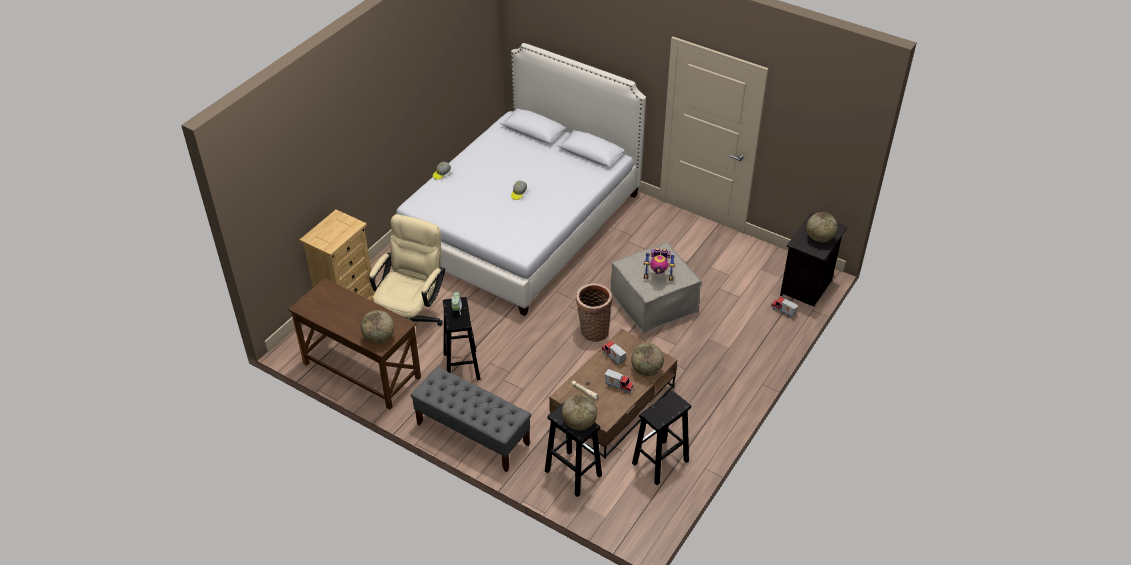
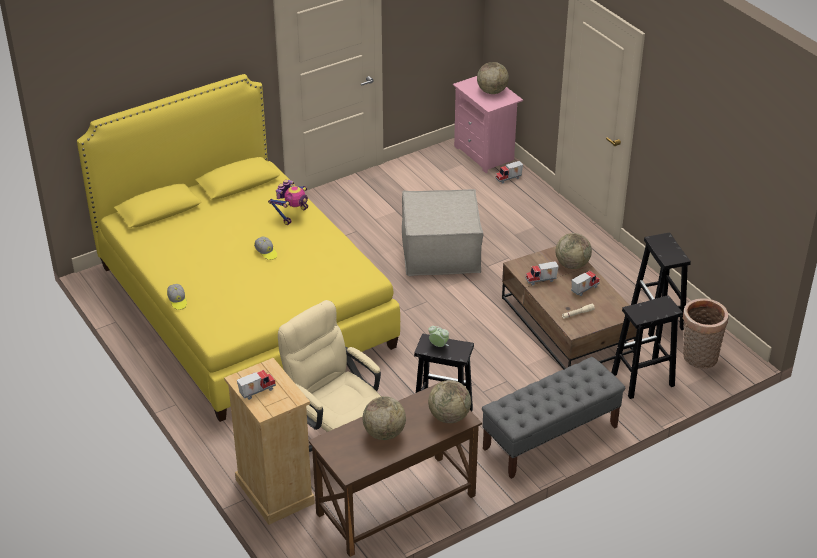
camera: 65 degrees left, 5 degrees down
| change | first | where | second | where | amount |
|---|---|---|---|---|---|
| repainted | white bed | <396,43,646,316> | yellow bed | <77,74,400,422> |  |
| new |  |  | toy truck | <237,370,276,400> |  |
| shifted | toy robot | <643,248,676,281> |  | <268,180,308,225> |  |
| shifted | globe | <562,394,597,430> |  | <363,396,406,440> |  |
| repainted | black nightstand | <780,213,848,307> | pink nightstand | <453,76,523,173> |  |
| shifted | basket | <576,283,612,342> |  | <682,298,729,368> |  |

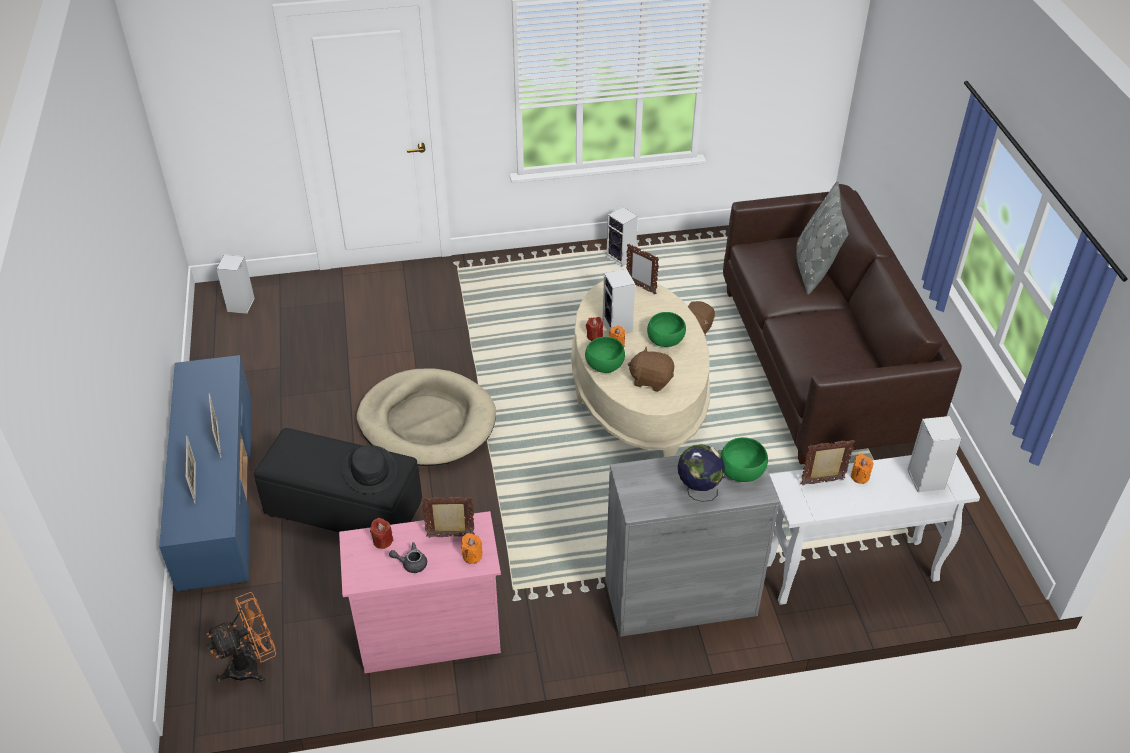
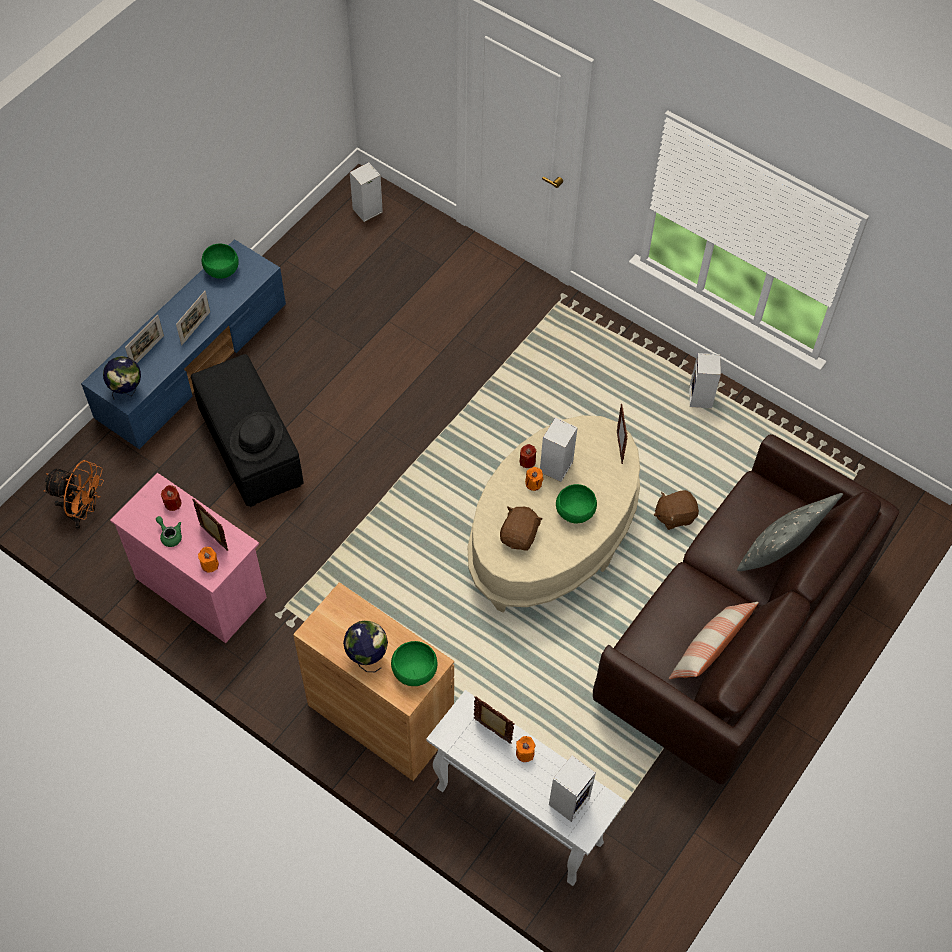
camera: 45 degrees right, 15 degrees up
| change | first | where | second | where | amount |
|---|---|---|---|---|---|
| new |  |  | globe | <103,356,141,399> |  |
| repainted | grey teapot | <389,542,427,573> | green teapot | <156,516,182,547> |  |
| shifted | green bowl | <585,337,625,373> |  | <202,244,239,279> |  |
| repainted | grey cabinet | <605,450,780,637> | brown cabinet | <293,582,454,781> |  |
| rotated | brown plush toy | <628,347,674,392> |  | <500,506,543,550> | 45 degrees clockwise |
| new |  |  | pillow | <669,602,759,679> |  |
| gone | beige dog bed | <357,368,496,466> |  |  |  |

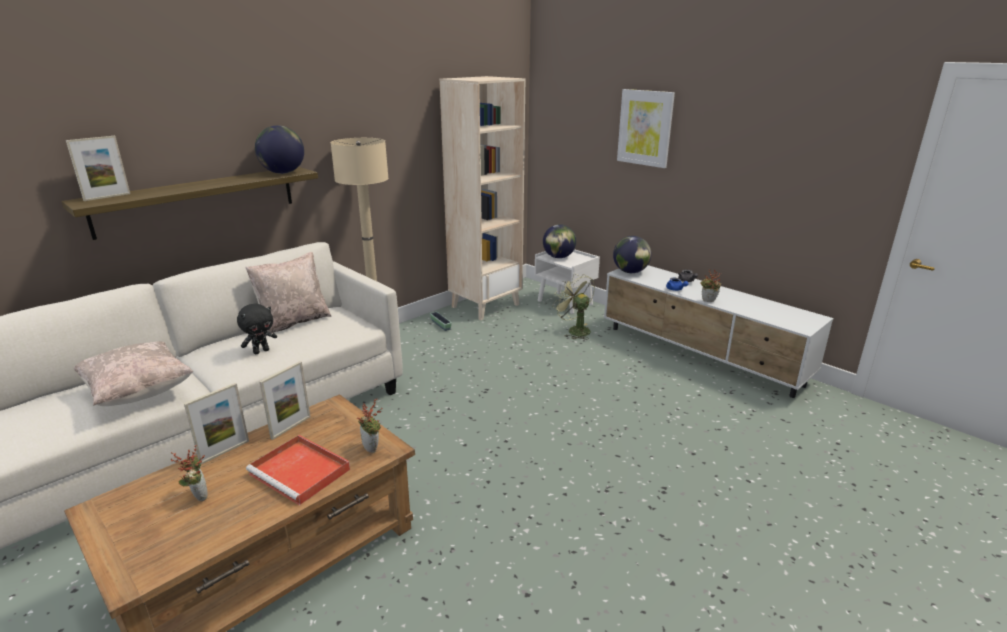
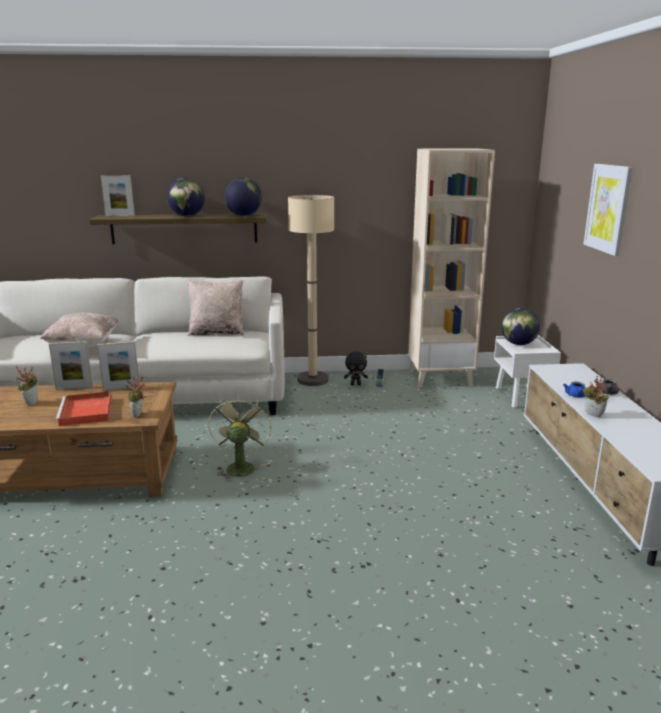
camera: 40 degrees right, 5 degrees down
| change | first | where | second | where | amount |
|---|---|---|---|---|---|
| shifted | globe | <613,236,651,273> |  | <167,178,205,216> |  |
| shifted | green fan | <552,274,595,340> |  | <208,395,272,481> |  |
| shifted | black plush toy | <237,304,277,354> |  | <344,352,368,385> |  |

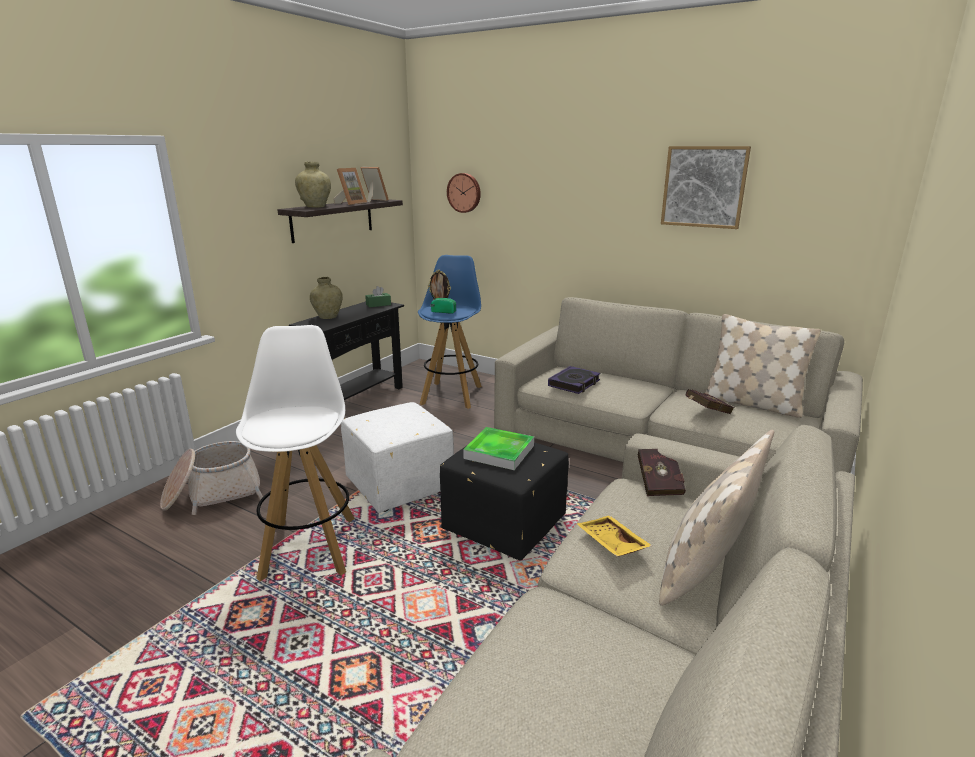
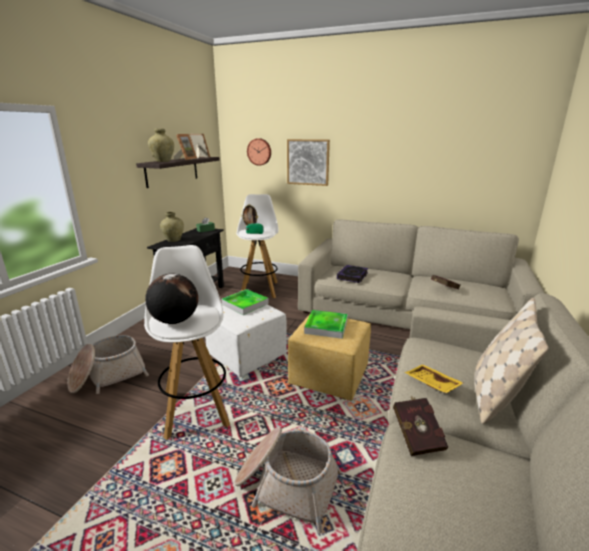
camera: 10 degrees left, 0 degrees up
| change | first | where | second | where | amount |
|---|---|---|---|---|---|
| new |  |  | globe | <145,273,198,324> |  |
| new |  |  | tray | <221,289,269,315> |  |
| new |  |  | basket | <234,427,341,534> |  |
| repainted | blue stool | <418,255,482,409> | white stool | <236,194,279,298> |  |
| shifted | picture | <661,146,751,229> |  | <287,139,330,186> |  |
| repainted | black ottoman | <440,442,569,561> | yellow ottoman | <288,313,371,401> |  |
| shifted | red book | <638,449,686,496> |  | <393,395,448,456> |  |
| gone | beige pillow | <705,314,821,418> |  |  |  |

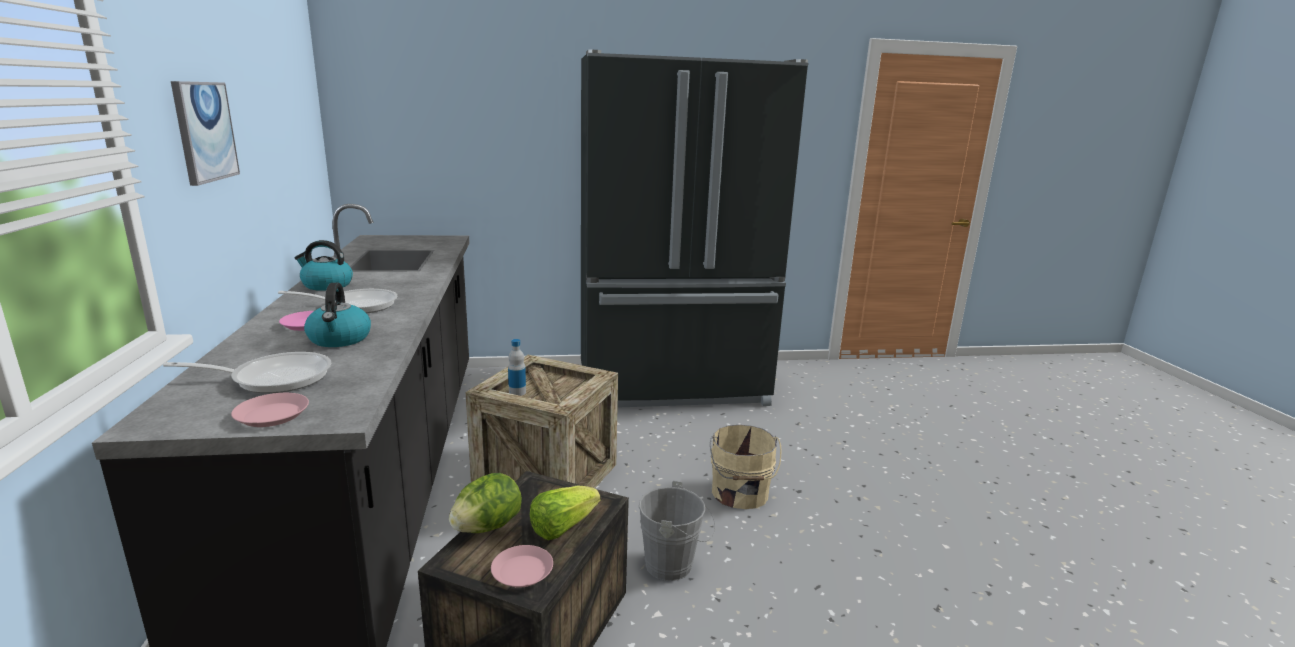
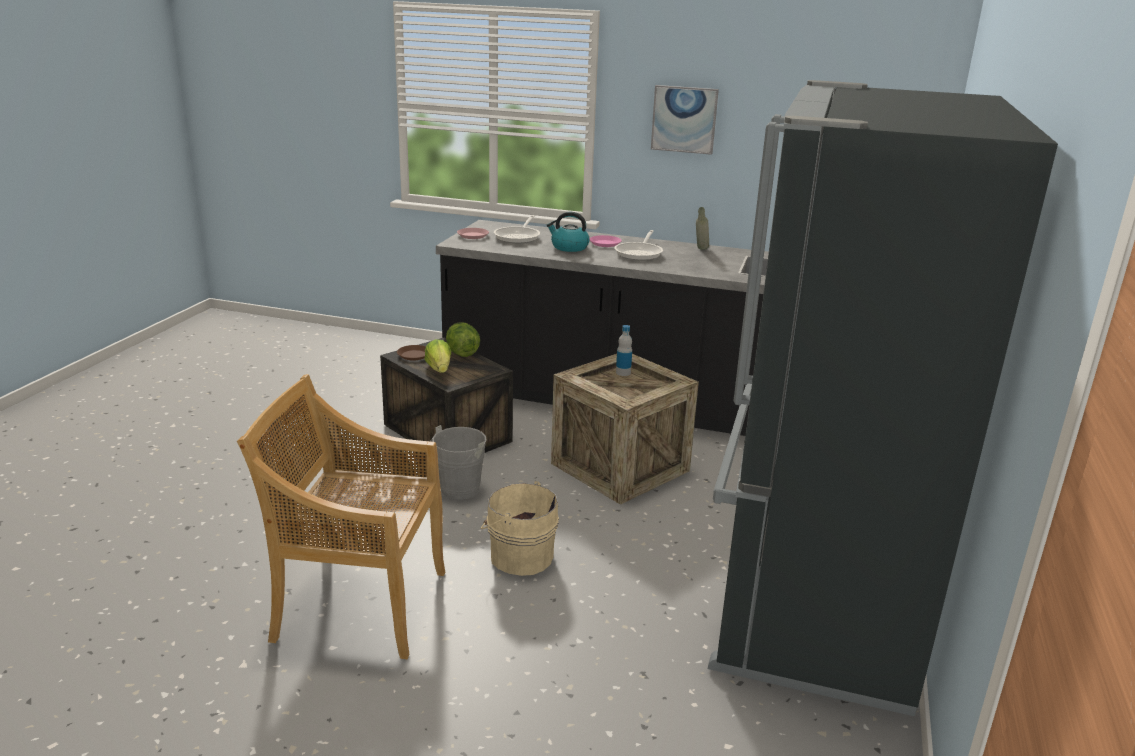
camera: 115 degrees right, 5 degrees up
| change | first | where | second | where | amount |
|---|---|---|---|---|---|
| new |  |  | beige chair | <237,374,445,659> |  |
| repainted | pink plate | <491,545,553,588> | brown plate | <397,345,426,360> |  |
| swapped | kettle | <295,240,353,291> | grey bottle | <696,207,709,250> |  |

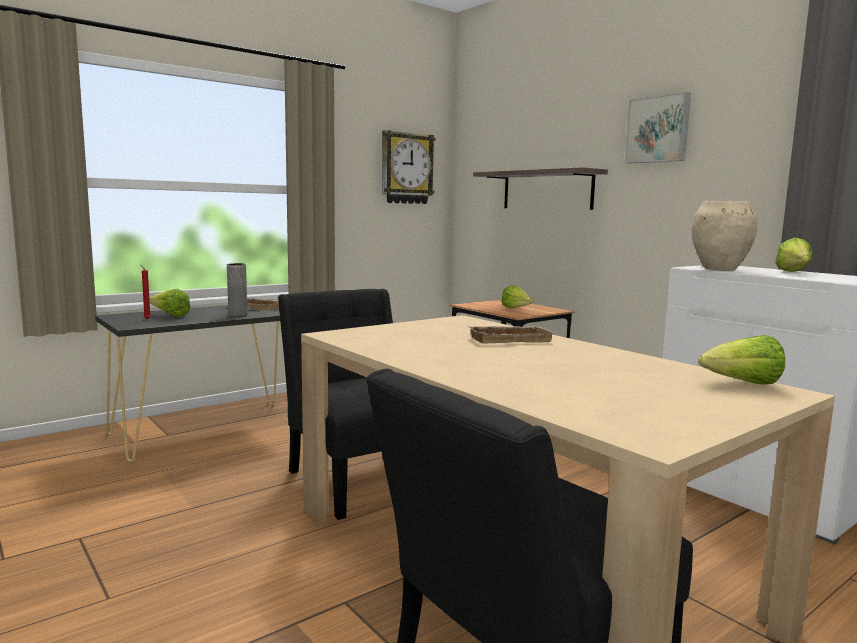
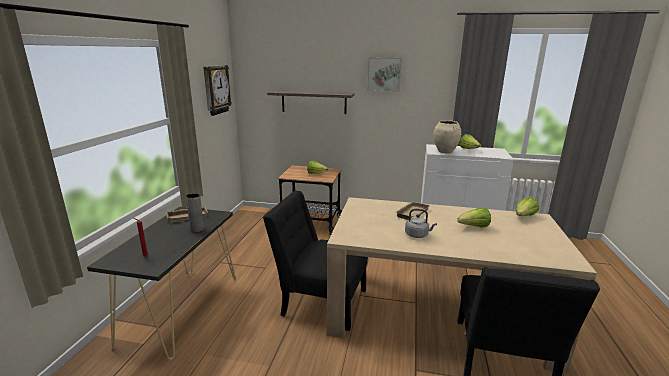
camera: 40 degrees left, 10 degrees up
| change | first | where | second | where | amount |
|---|---|---|---|---|---|
| new |  |  | grey kettle | <405,209,437,238> |  |
| shifted | lettuce | <149,289,190,317> |  | <457,208,491,228> |  |

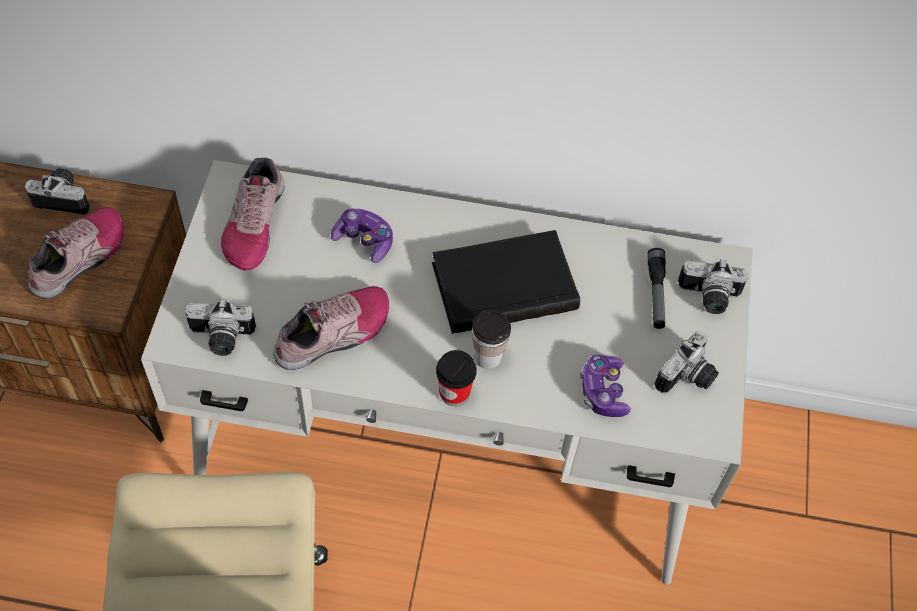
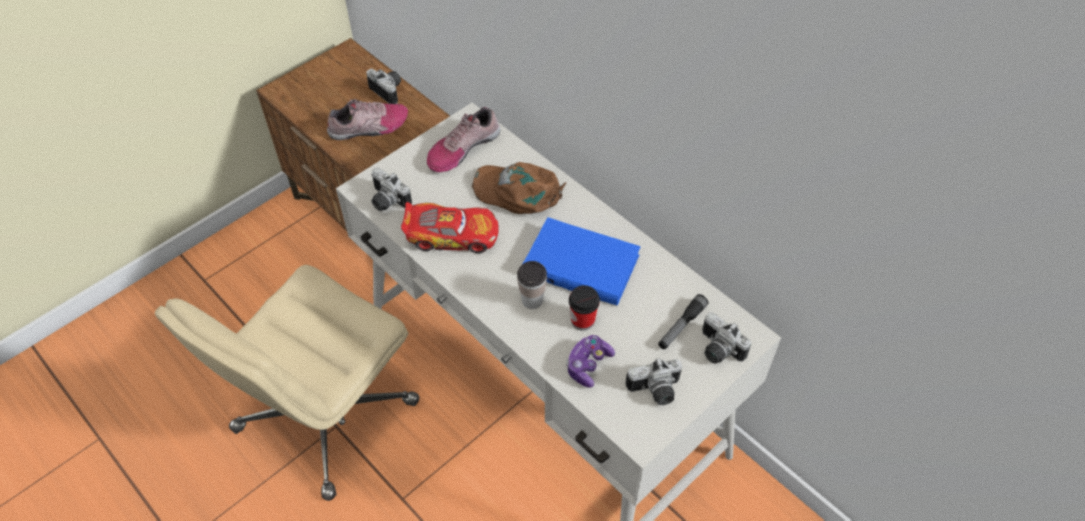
camera: 40 degrees right, 5 degrees down
| change | first | where | second | where | amount |
|---|---|---|---|---|---|
| swapped | shoe | <273,286,389,370> | toy car | <401,202,499,253> |  |
| swapped | game controller | <331,208,393,263> | brown cap | <472,162,566,214> |  |
| repainted | black book | <432,230,580,334> | blue book | <523,217,641,306> |  |
| shifted | cup | <436,350,477,406> |  | <569,285,600,331> |  |

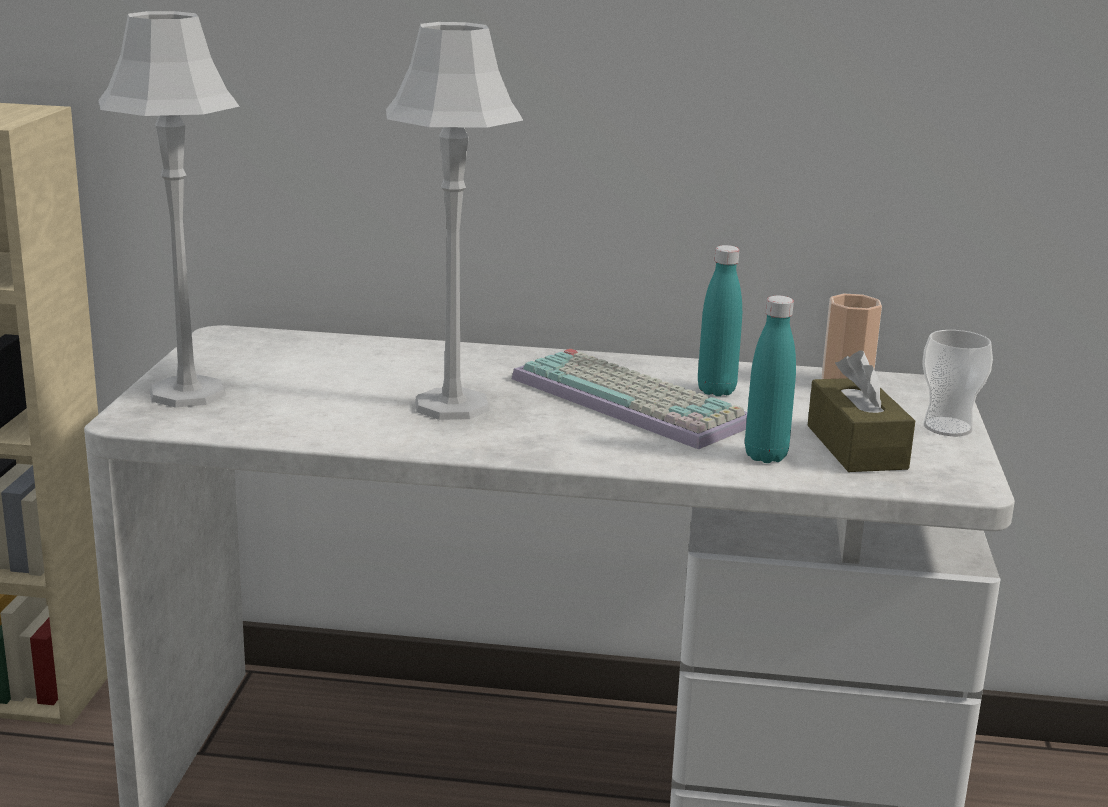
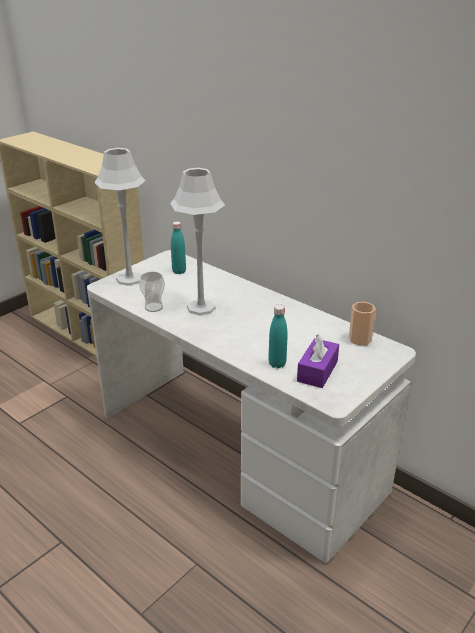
camera: 35 degrees right, 10 degrees up
| change | first | where | second | where | amount |
|---|---|---|---|---|---|
| shifted | cup | <922,330,993,436> |  | <139,272,165,312> |  |
| shifted | turquoise bottle | <698,245,742,396> |  | <171,221,186,274> |  |
| repainted | brown tissue box | <807,350,915,472> | purple tissue box | <297,334,339,388> |  |
| gone | keyboard | <512,349,747,449> |  |  |  |

